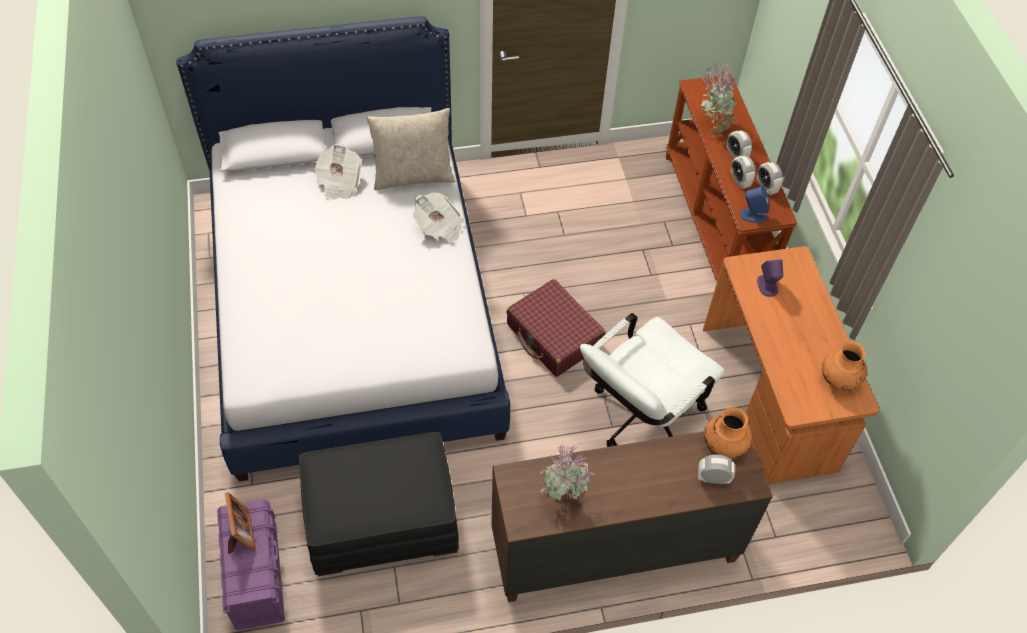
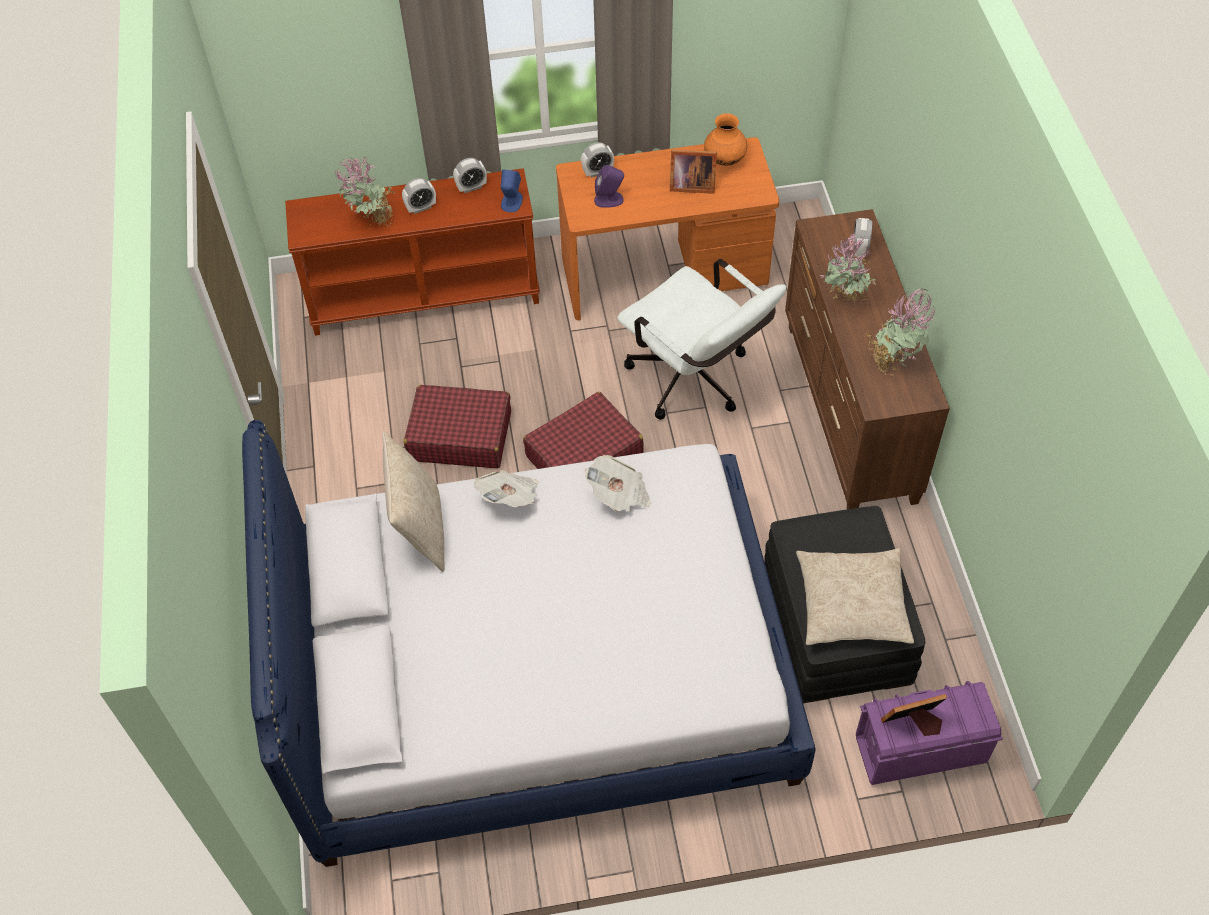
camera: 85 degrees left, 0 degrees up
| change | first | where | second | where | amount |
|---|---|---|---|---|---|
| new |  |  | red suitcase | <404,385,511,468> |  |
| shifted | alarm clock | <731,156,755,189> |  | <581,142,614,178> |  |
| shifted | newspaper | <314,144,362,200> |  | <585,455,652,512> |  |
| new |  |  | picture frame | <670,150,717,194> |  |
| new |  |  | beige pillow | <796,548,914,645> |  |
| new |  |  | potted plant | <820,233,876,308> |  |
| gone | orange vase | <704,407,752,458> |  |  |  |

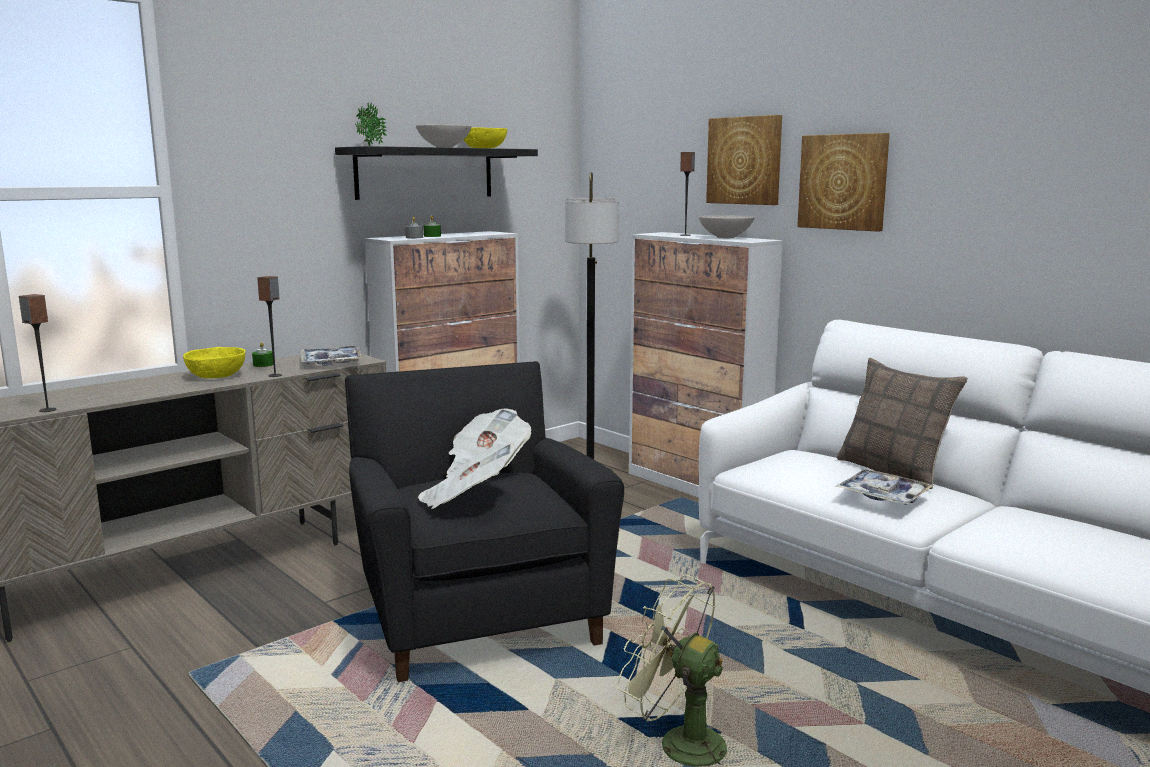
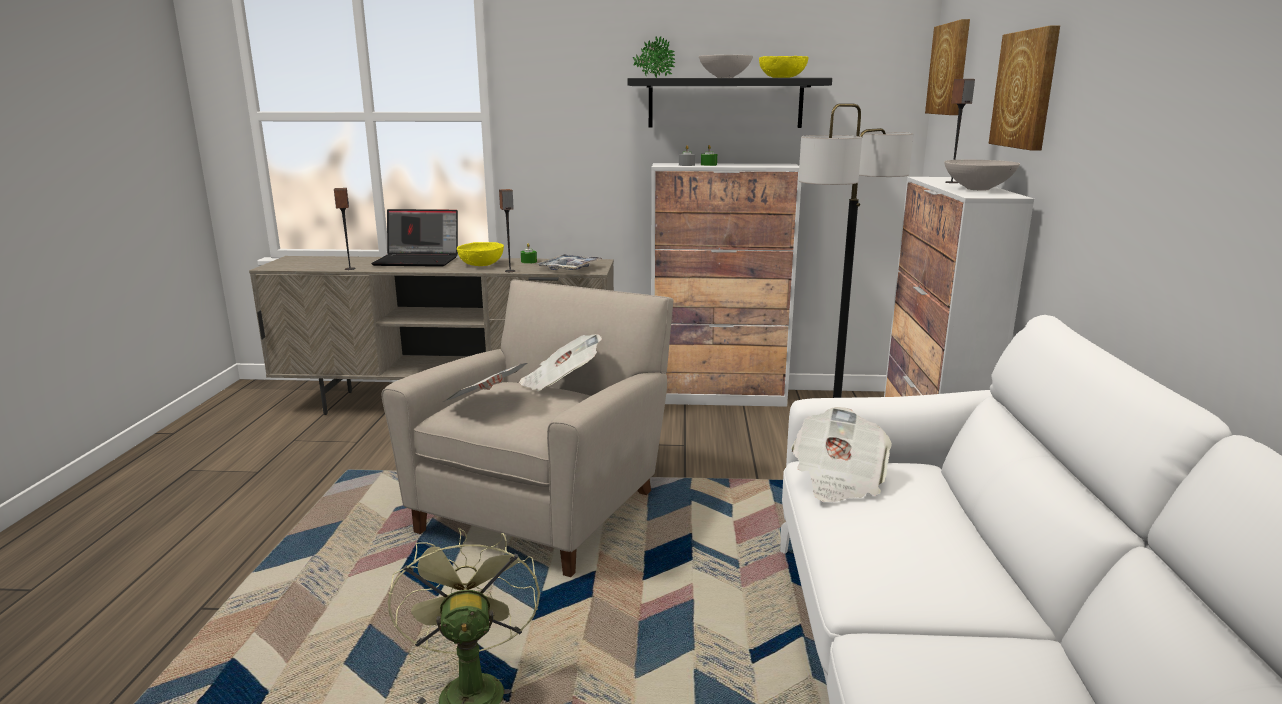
camera: 45 degrees right, 5 degrees up
| change | first | where | second | where | amount |
|---|---|---|---|---|---|
| new |  |  | laptop | <371,209,458,267> |  |
| repainted | black armchair | <345,361,624,682> | beige armchair | <382,279,673,577> |  |
| new |  |  | newspaper | <792,407,892,502> |  |
| shifted | picture | <797,133,890,232> |  | <925,19,970,115> |  |
| gone | tray | <835,469,934,505> |  |  |  |
| gone | pillow | <837,358,968,489> |  |  |  |

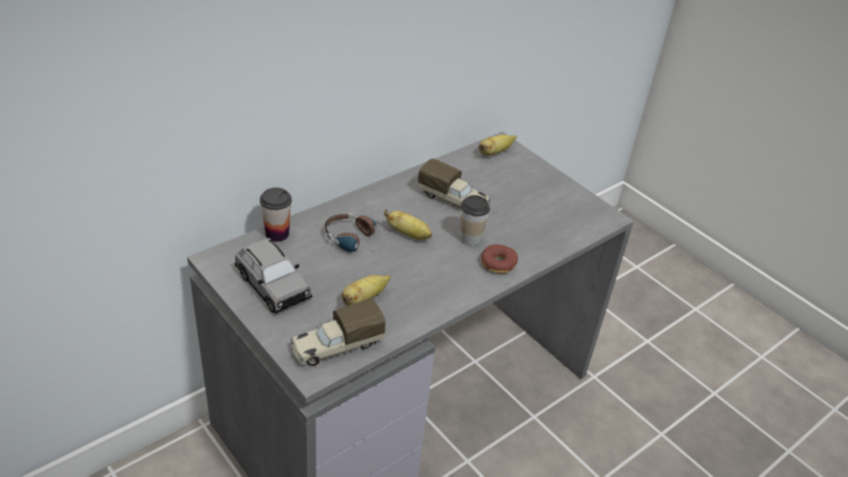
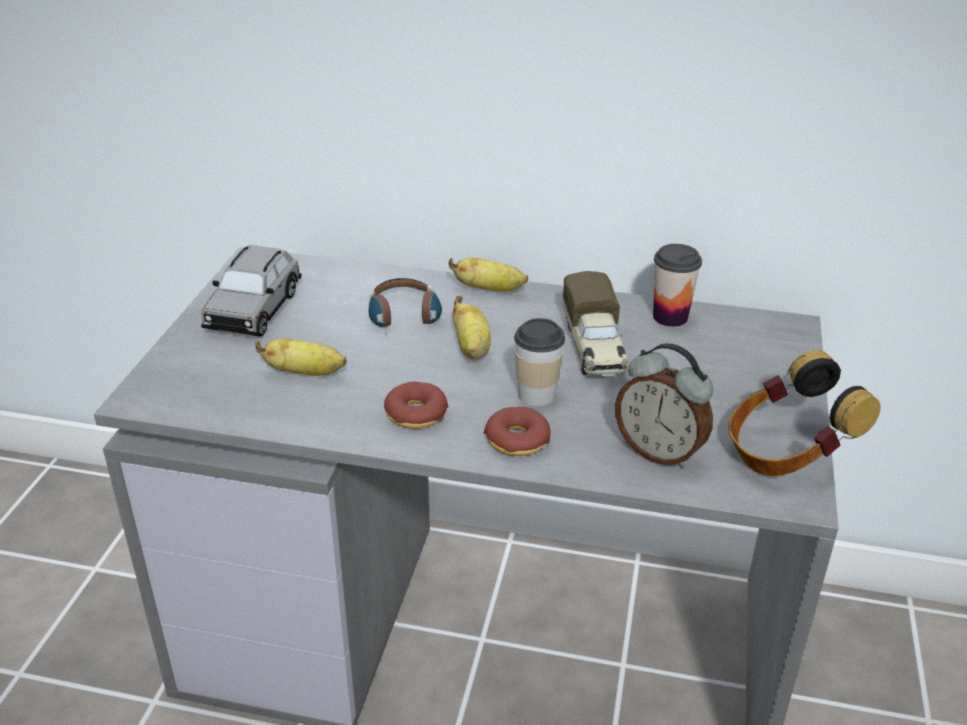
camera: 55 degrees right, 5 degrees down
| change | first | where | second | where | amount |
|---|---|---|---|---|---|
| new |  |  | donut | <384,382,448,429> |  |
| shifted | banana | <479,134,517,156> |  | <449,258,528,292> |  |
| new |  |  | alarm clock | <615,343,713,468> |  |
| shifted | cup | <260,188,292,242> |  | <653,244,702,327> |  |
| new |  |  | headphones | <728,350,881,476> |  |
| gone | toy truck | <291,299,386,366> |  |  |  |

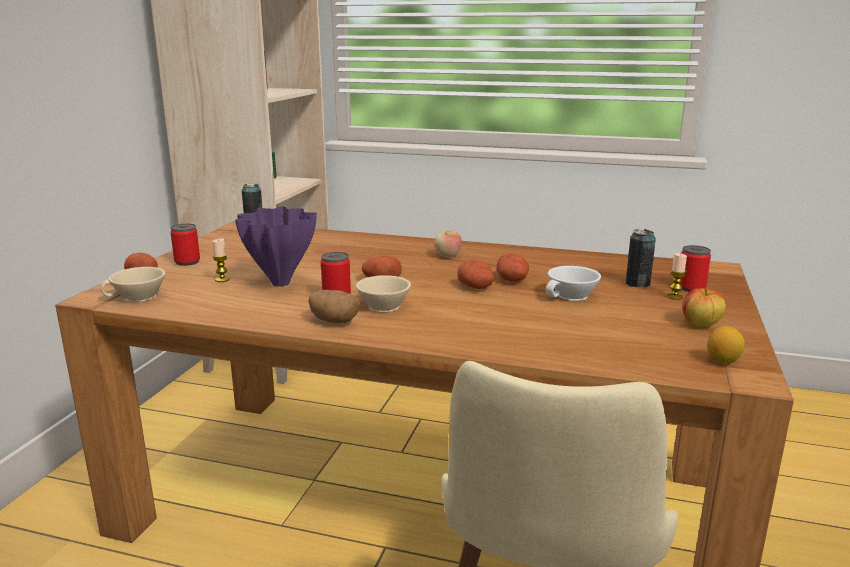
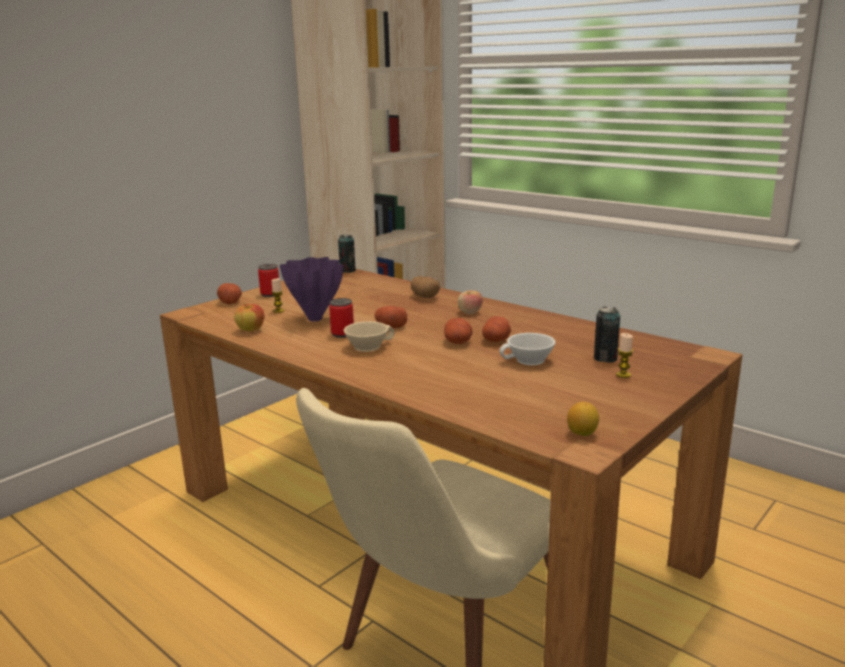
camera: 25 degrees right, 0 degrees up
| change | first | where | second | where | amount |
|---|---|---|---|---|---|
| shifted | apple | <682,288,726,327> |  | <234,304,265,332> |  |
| shifted | potato | <308,290,360,323> |  | <411,276,440,298> |  |
| gone | beige cup | <100,267,165,302> |  |  |  |
| gone | can | <680,245,711,292> |  |  |  |

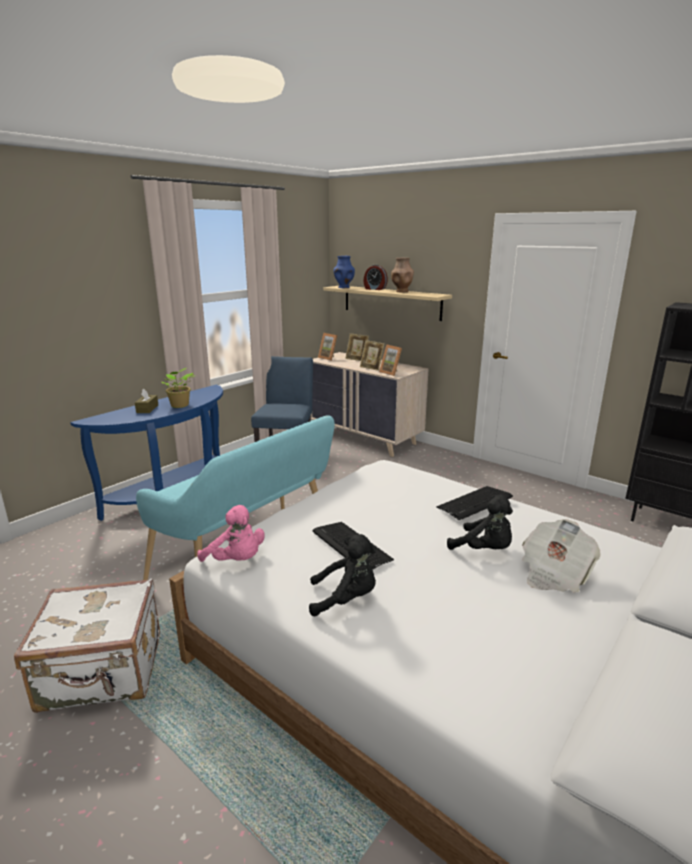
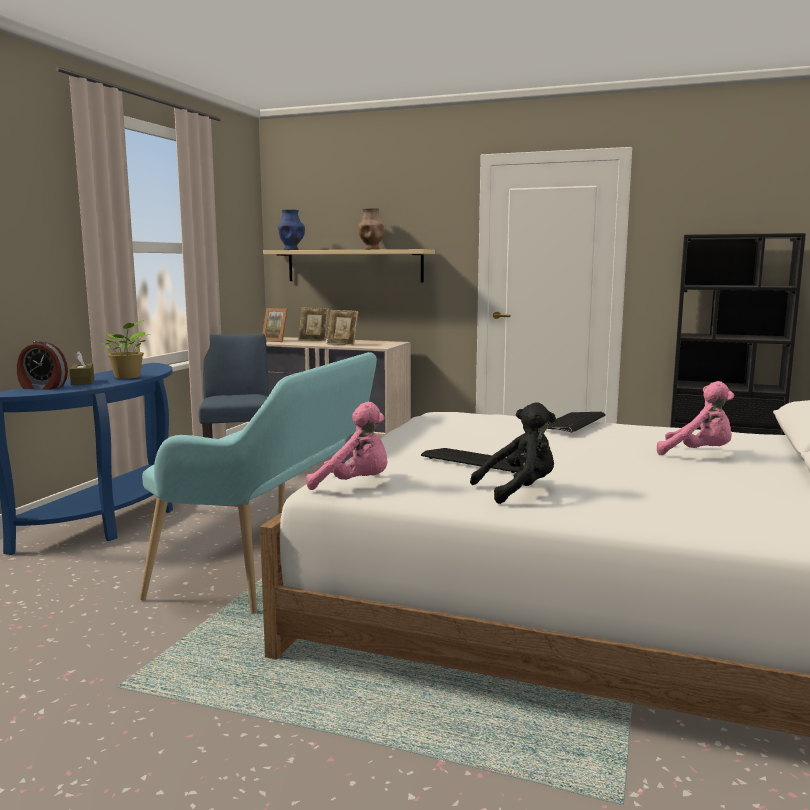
camera: 20 degrees left, 10 degrees down
| change | first | where | second | where | amount |
|---|---|---|---|---|---|
| shifted | alarm clock | <364,265,387,290> |  | <17,341,68,390> |  |
| swapped | newspaper | <522,519,600,593> | pink plush toy | <657,381,734,455> |  |
| gone | white suitcase | <14,578,160,713> |  |  |  |
| gone | picture frame | <379,344,402,376> |  |  |  |
| gone | black plush toy | <447,495,513,550> |  |  |  |

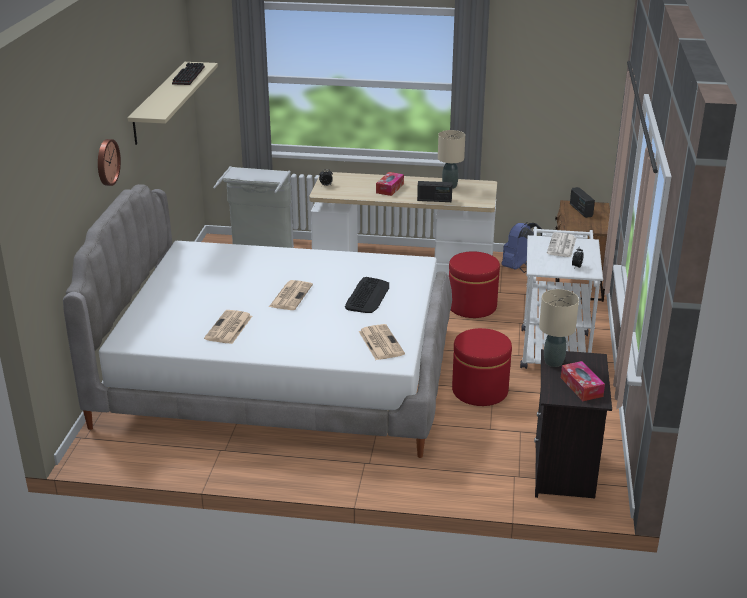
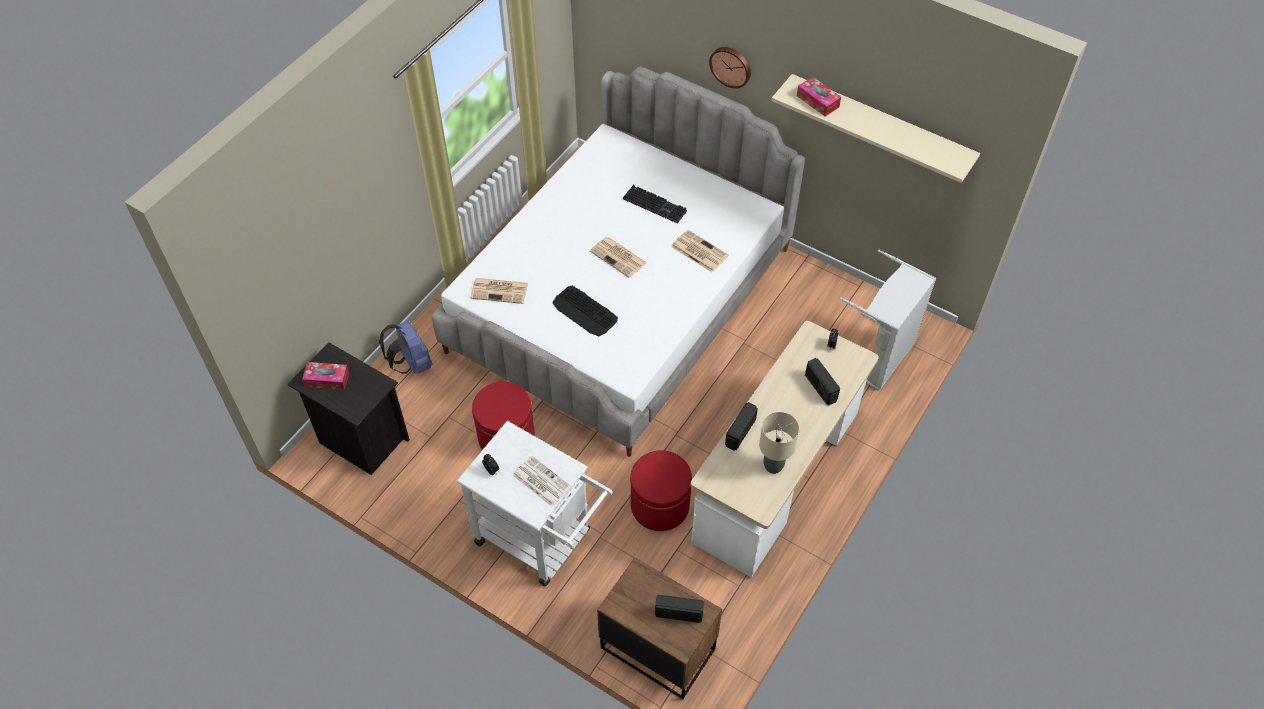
camera: 115 degrees right, 25 degrees up
| change | first | where | second | where | amount |
|---|---|---|---|---|---|
| shifted | blue backpack | <502,222,542,273> |  | <379,321,432,374> |  |
| shifted | keyboard | <172,63,205,85> |  | <623,185,687,224> |  |
| shifted | newspaper | <204,310,252,344> |  | <671,230,729,272> |  |
| shifted | tissue box | <376,172,404,196> |  | <797,77,841,116> |  |
| new |  |  | radio | <805,358,840,406> |  |
| gone | beige table lamp | <539,289,579,367> |  |  |  |

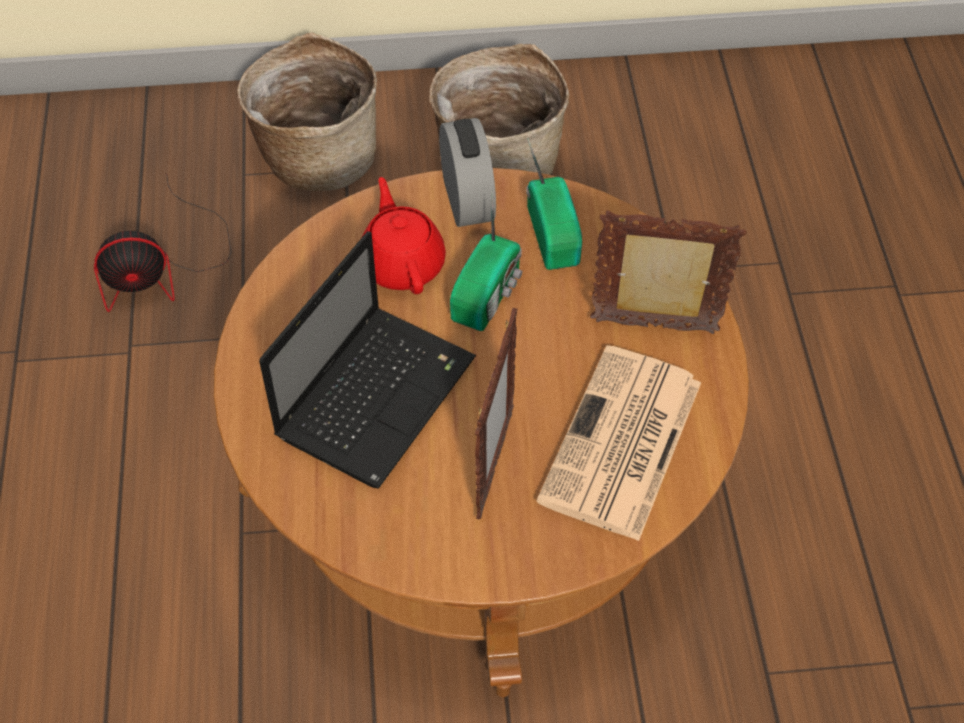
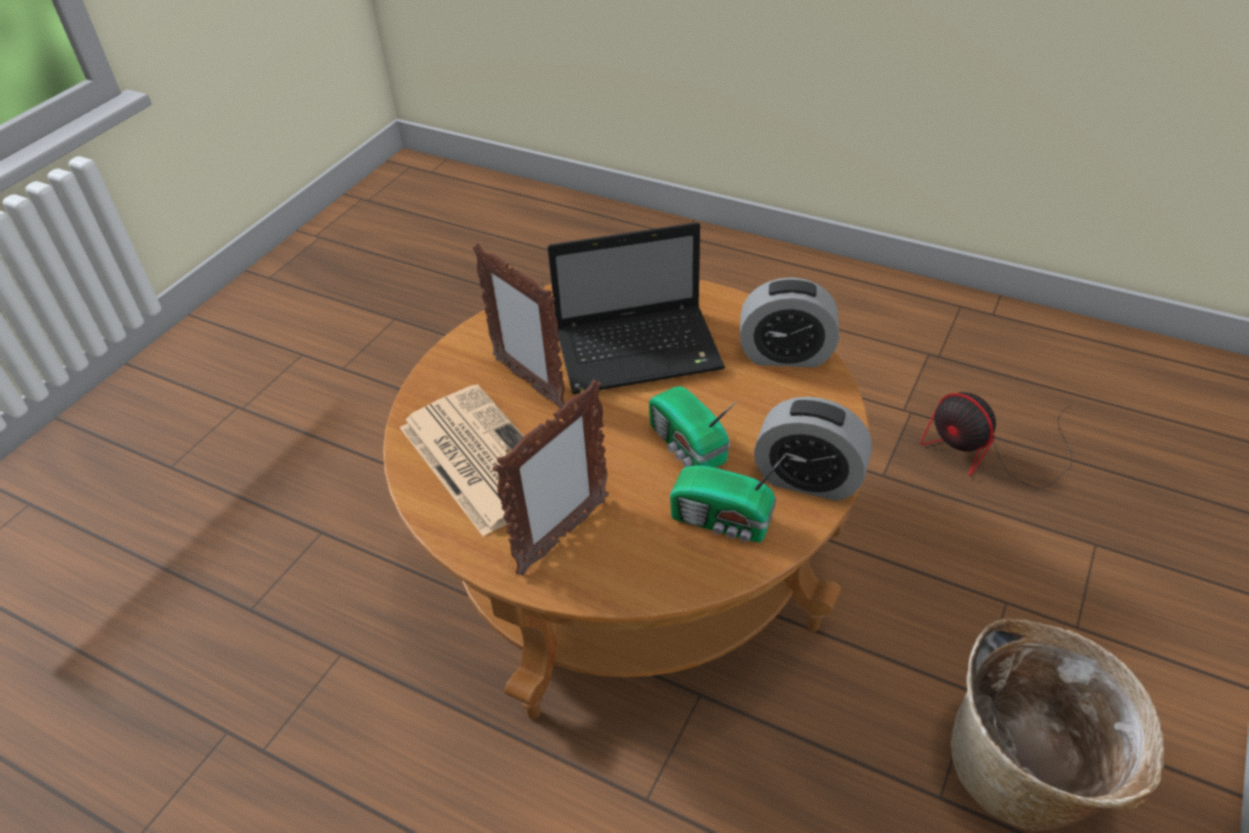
camera: 125 degrees right, 10 degrees down
| change | first | where | second | where | amount |
|---|---|---|---|---|---|
| rotated | laptop | <259,231,476,489> |  | <547,222,725,394> | 75 degrees counterclockwise |
| new |  |  | alarm clock | <740,277,839,367> |  |
| rotated | fan | <94,174,231,312> |  | <921,392,1072,489> | 60 degrees counterclockwise |
| gone | basket | <237,32,377,191> |  |  |  |
| gone | red teapot | <361,177,446,294> |  |  |  |

